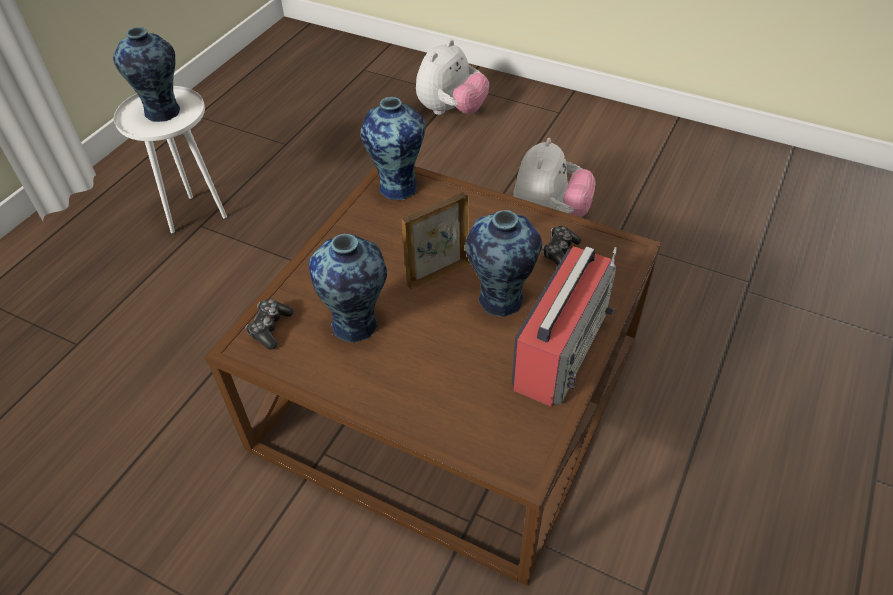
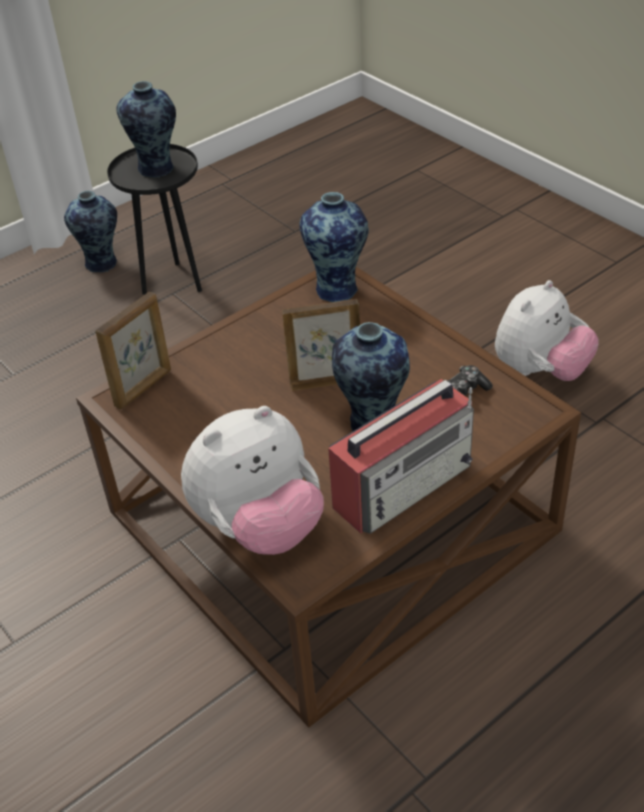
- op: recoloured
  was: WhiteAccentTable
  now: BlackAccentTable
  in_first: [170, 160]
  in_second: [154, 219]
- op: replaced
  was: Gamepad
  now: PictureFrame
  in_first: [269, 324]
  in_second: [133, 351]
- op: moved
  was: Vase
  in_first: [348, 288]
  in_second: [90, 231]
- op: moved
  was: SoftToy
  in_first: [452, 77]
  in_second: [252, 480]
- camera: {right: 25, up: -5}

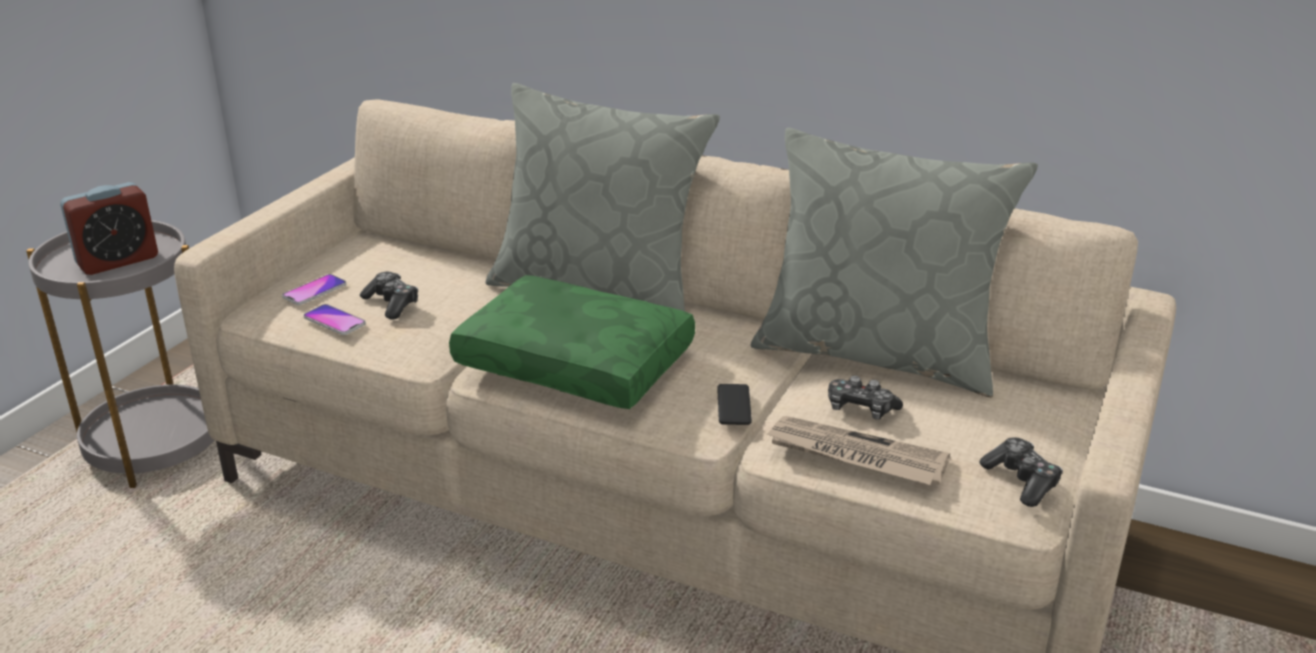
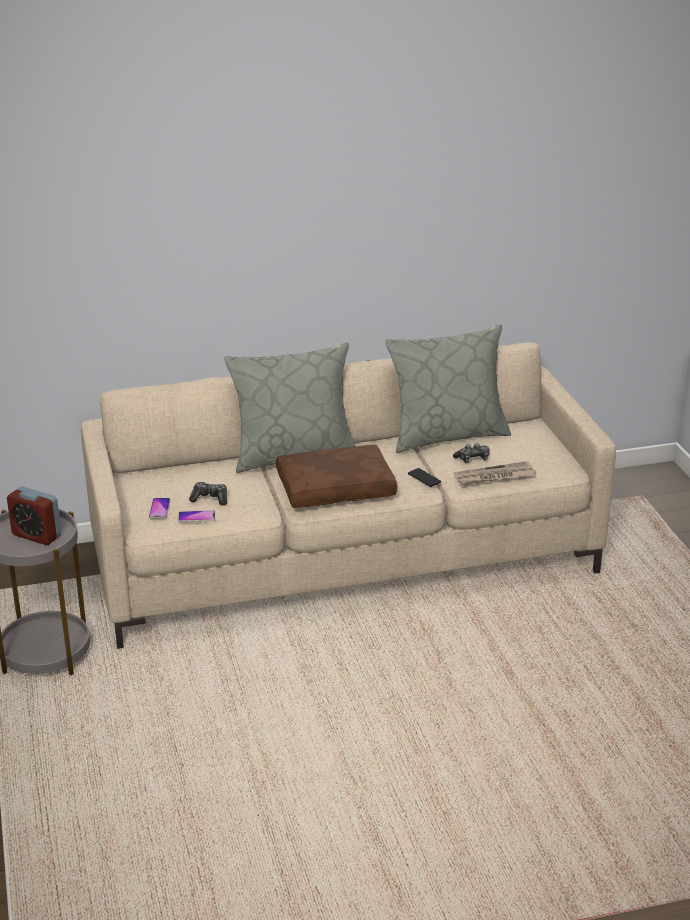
- op: turned
  was: BedsideClock
  in_first: [109, 228]
  in_second: [34, 516]
  clockwise: 105
- op: recoloured
  was: GreenColouredPillow
  now: BrownColouredPillow
  in_first: [572, 342]
  in_second: [336, 476]
- op: removed
  was: Gamepad
  in_first: [1021, 472]
- camera: {right: -40, up: 0}

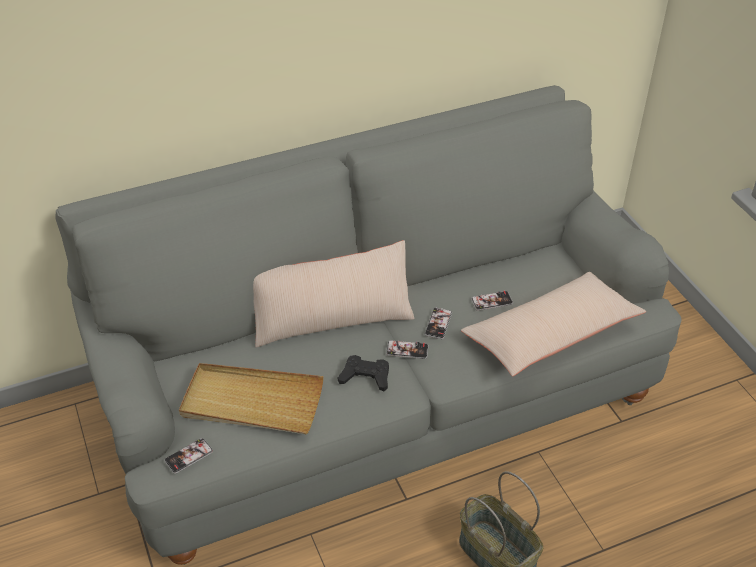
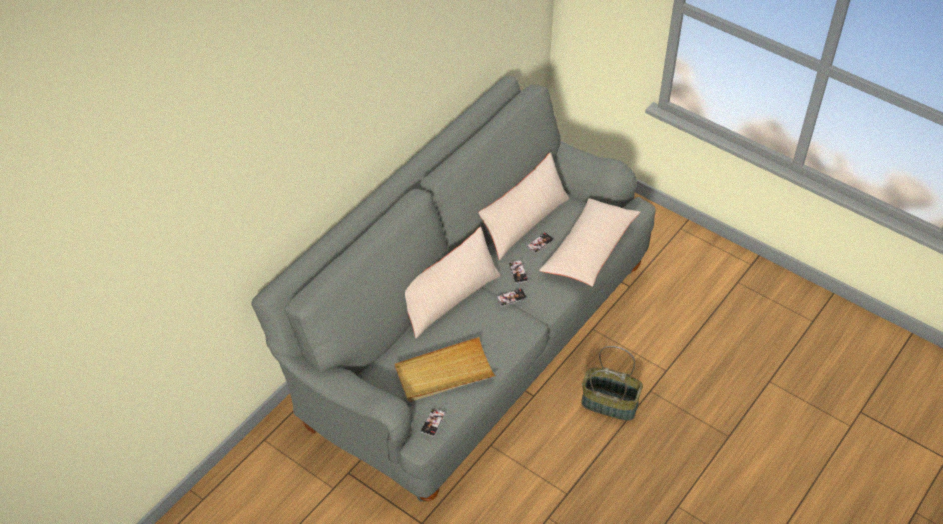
- op: removed
  was: BlackGamepad
  in_first: [363, 373]
- op: added
  now: BeigeColouredPillow
  in_second: [523, 206]
- camera: {right: -30, up: 5}

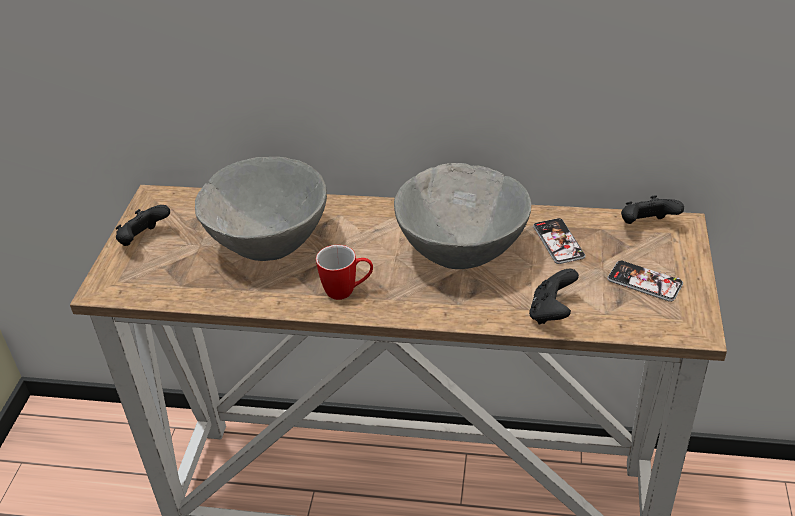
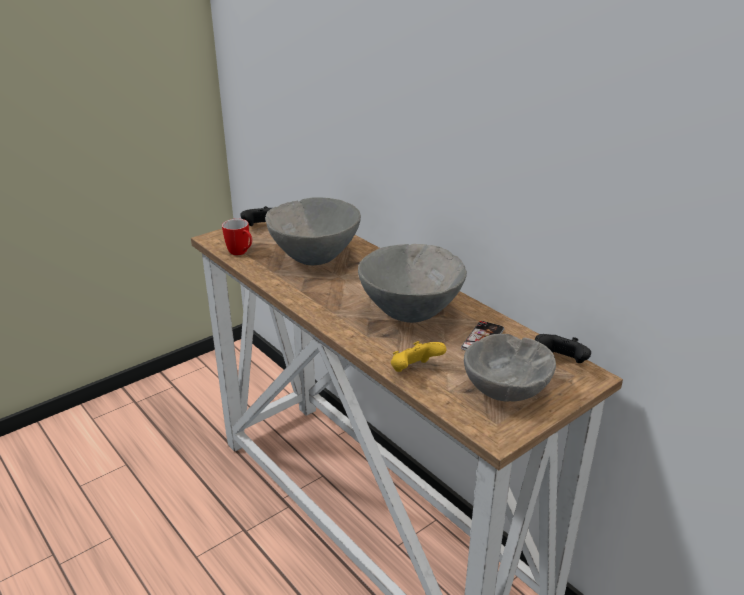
- op: moved
  was: TeaMug
  in_first: [344, 272]
  in_second: [237, 237]
- op: recoloured
  was: BlackGamepad
  now: YellowishGamepad
  in_first: [554, 296]
  in_second: [418, 356]
- op: replaced
  was: Telephone
  now: GrayDeepDish
  in_first: [645, 281]
  in_second: [510, 368]
- camera: {right: 40, up: -10}

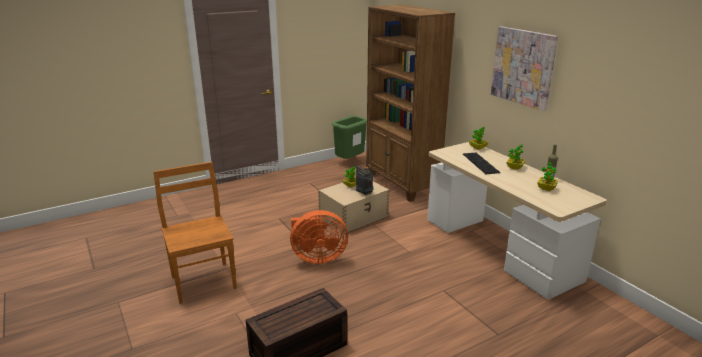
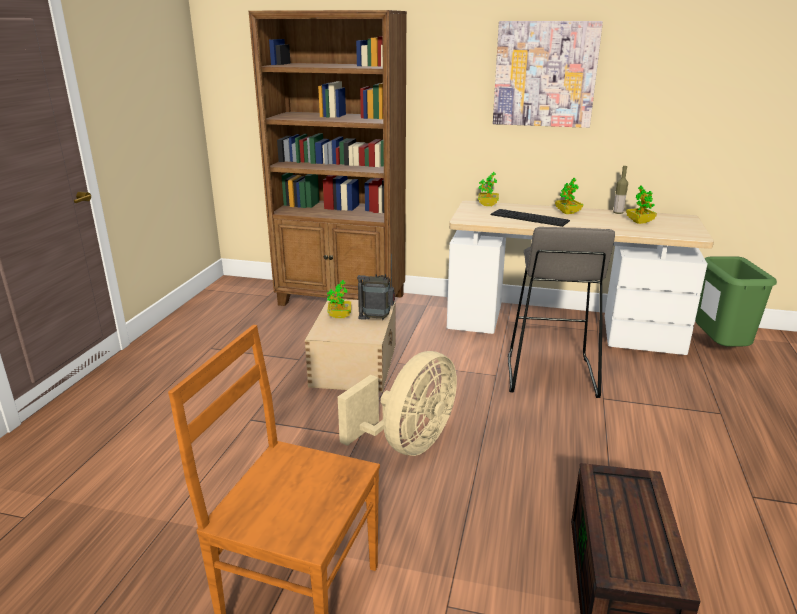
- op: recoloured
  was: OrangeColouredElectricFan
  now: BeigeColouredElectricFan
  in_first: [319, 237]
  in_second: [397, 403]
- op: moved
  was: GreenColouredTrashCan
  in_first: [349, 137]
  in_second: [736, 301]
- op: added
  now: GraySittingStool
  in_second: [561, 312]
- camera: {right: -45, up: 0}

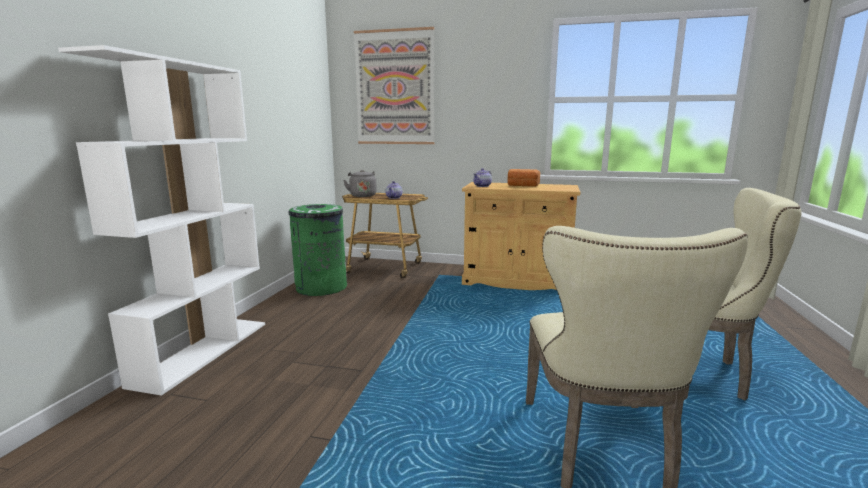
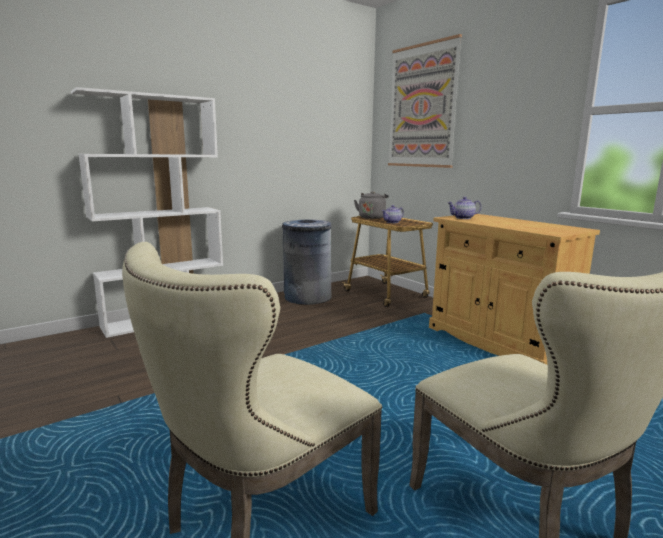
- op: recoloured
  was: GreenColouredTrashCan
  now: GrayTrashCan
  in_first: [318, 250]
  in_second: [307, 262]
- op: removed
  was: Bread
  in_first: [524, 178]
- camera: {right: 40, up: 0}

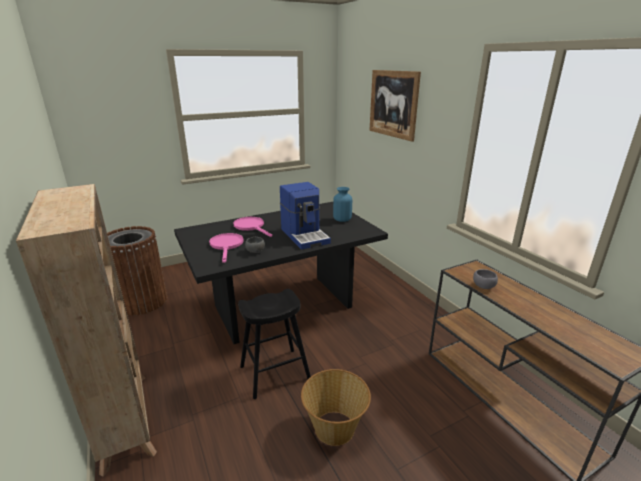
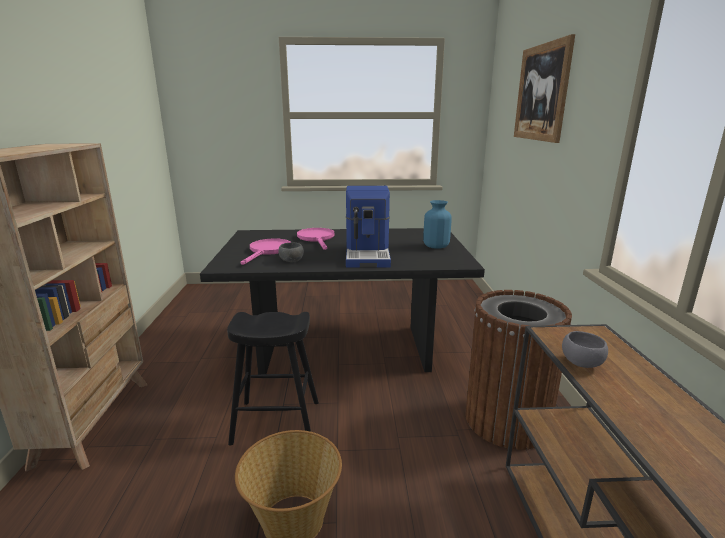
- op: moved
  was: BrownColouredTrashCan
  in_first: [137, 271]
  in_second: [518, 370]
- camera: {right: 25, up: -5}

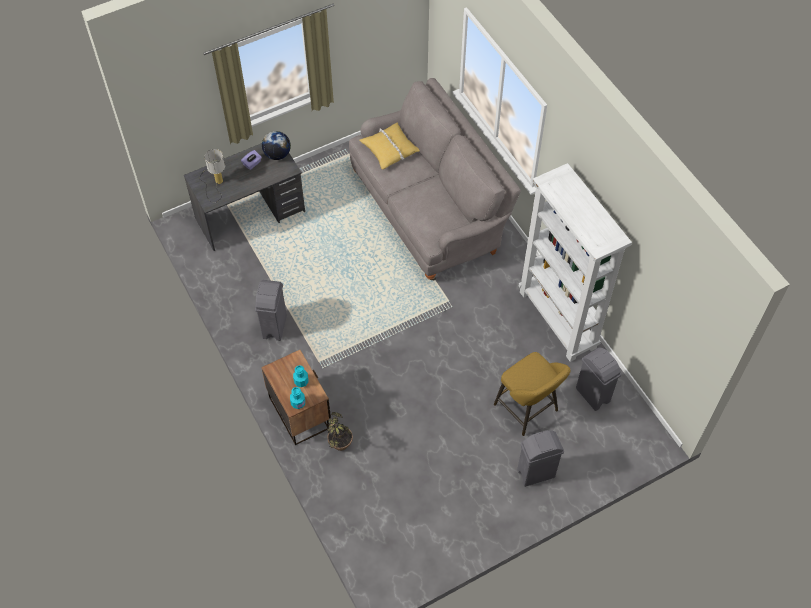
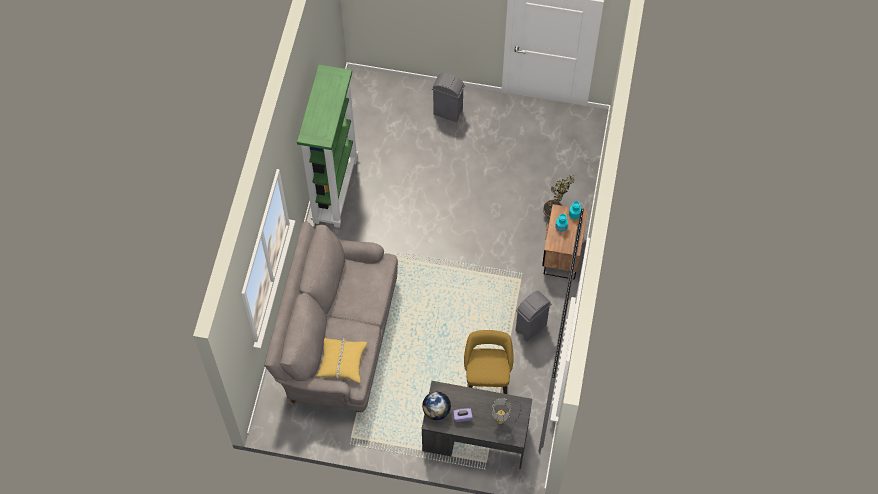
- op: moved
  was: YellowishSittingStool
  in_first: [532, 394]
  in_second: [489, 362]
- op: recoloured
  was: WhiteBookcase
  now: GreenColouredBookcase
  in_first: [575, 262]
  in_second: [327, 146]
- op: removed
  was: GrayTrashCan
  in_first: [599, 379]
- camera: {right: -140, up: 5}

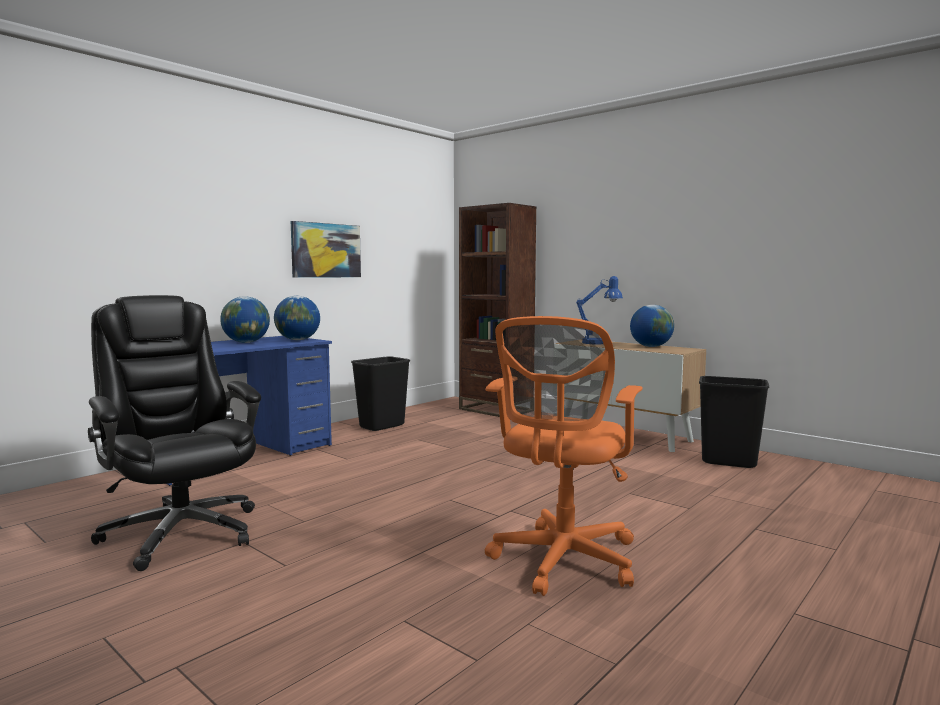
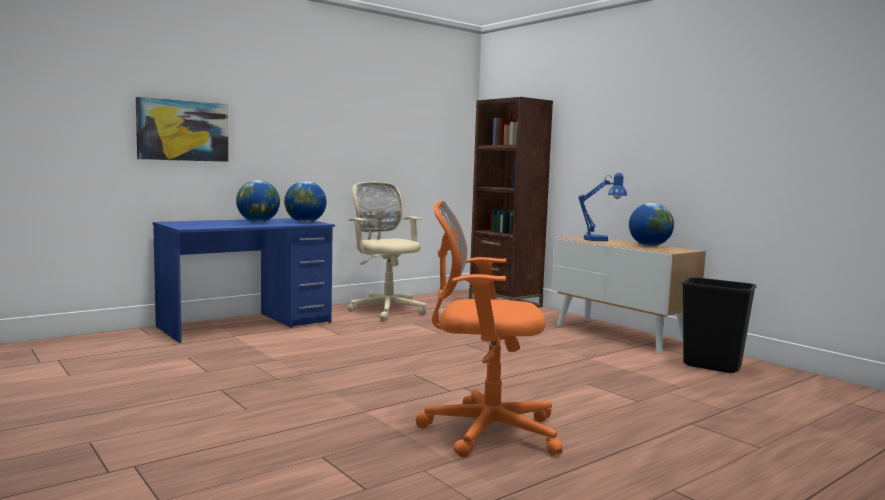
- op: removed
  was: BlackDeskChair
  in_first: [174, 433]
- op: moved
  was: WallPicture
  in_first: [326, 249]
  in_second: [182, 129]
- op: replaced
  was: BlackTrashCan
  now: BeigeColouredDeskChair
  in_first: [380, 393]
  in_second: [387, 251]
- op: turned
  was: OrangeColouredDeskChair
  in_first: [563, 456]
  in_second: [489, 329]
  clockwise: 60
- camera: {right: 10, up: 0}

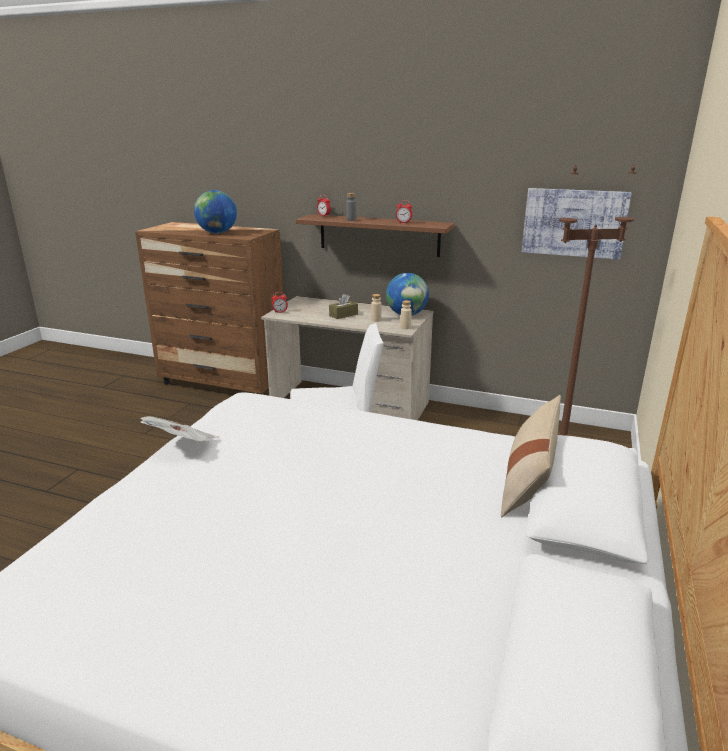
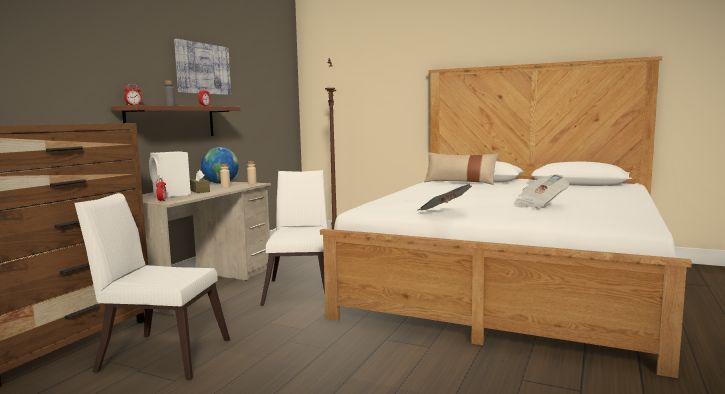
- op: removed
  was: Globe
  in_first: [215, 212]
- op: moved
  was: WallPicture
  in_first: [577, 223]
  in_second: [202, 67]
- op: added
  now: WhitePlainChair
  in_second: [152, 286]
- op: added
  now: WhiteLoudspeaker
  in_second: [170, 174]
- op: added
  now: DailyPaper
  in_second: [541, 191]
- camera: {right: -85, up: -15}

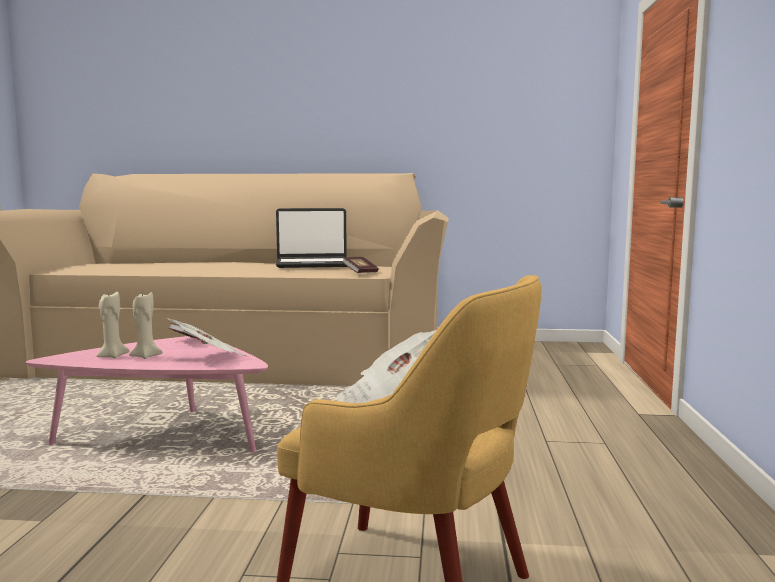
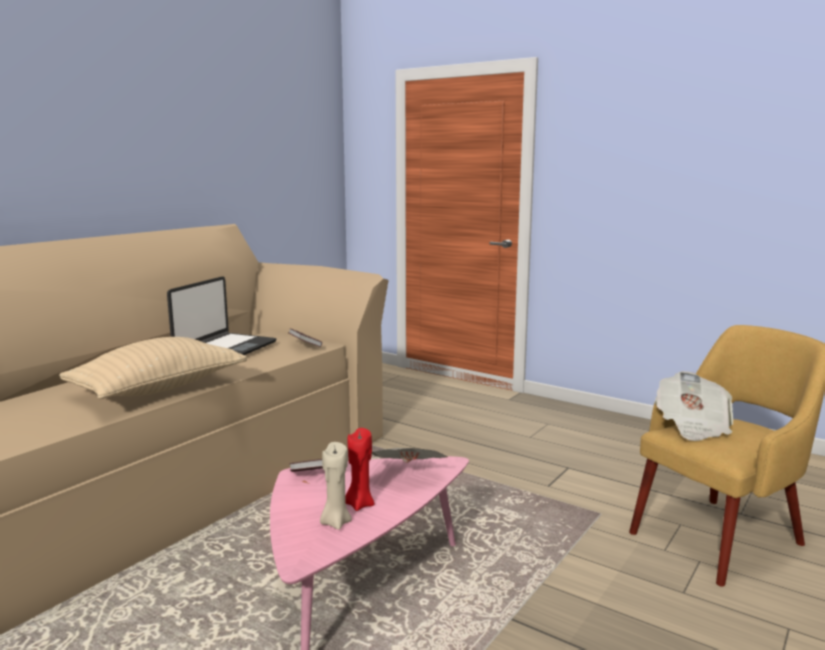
- op: recoloured
  was: BeigeColouredWaxLight
  now: RedColouredWaxLight
  in_first: [146, 325]
  in_second: [359, 469]
- op: added
  now: BeigeColouredPillow
  in_second: [153, 368]
- camera: {right: -60, up: 5}

